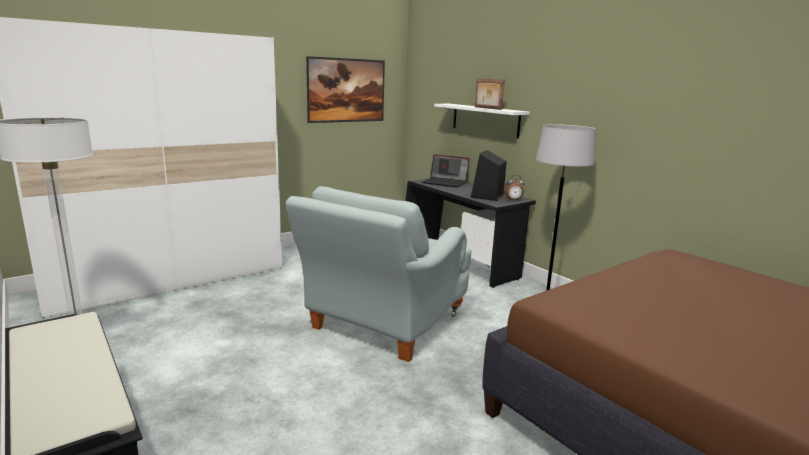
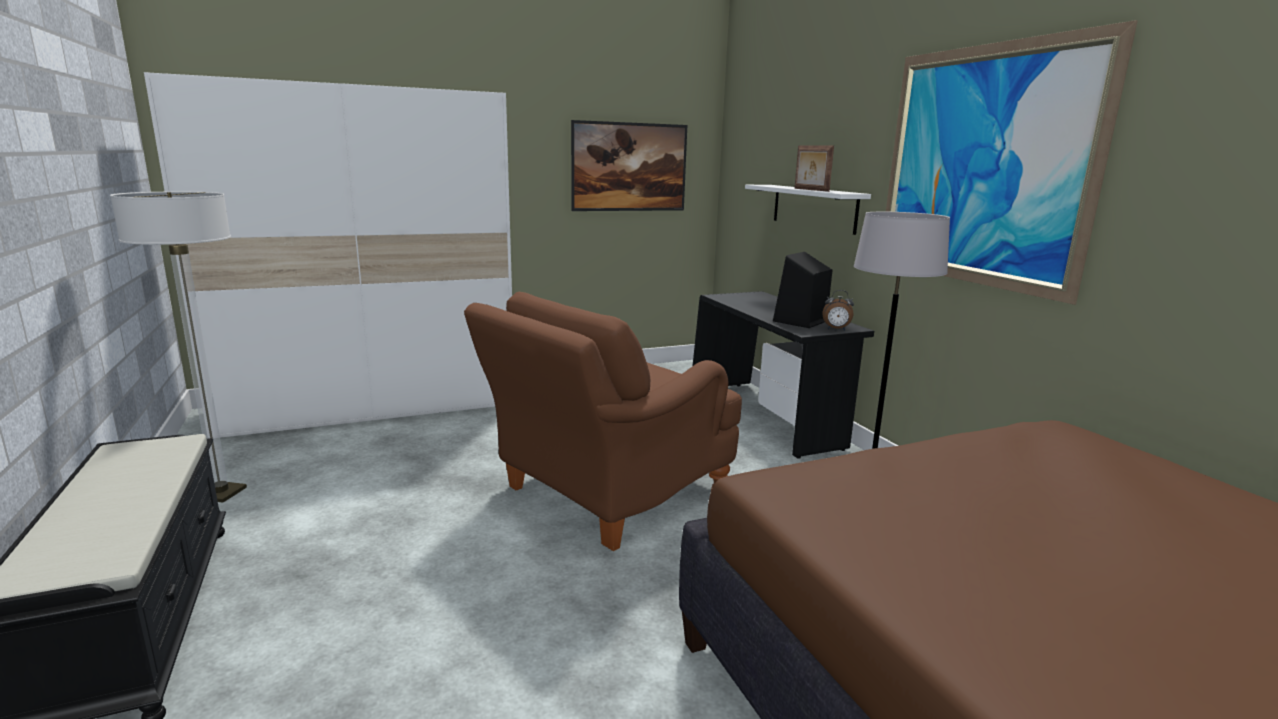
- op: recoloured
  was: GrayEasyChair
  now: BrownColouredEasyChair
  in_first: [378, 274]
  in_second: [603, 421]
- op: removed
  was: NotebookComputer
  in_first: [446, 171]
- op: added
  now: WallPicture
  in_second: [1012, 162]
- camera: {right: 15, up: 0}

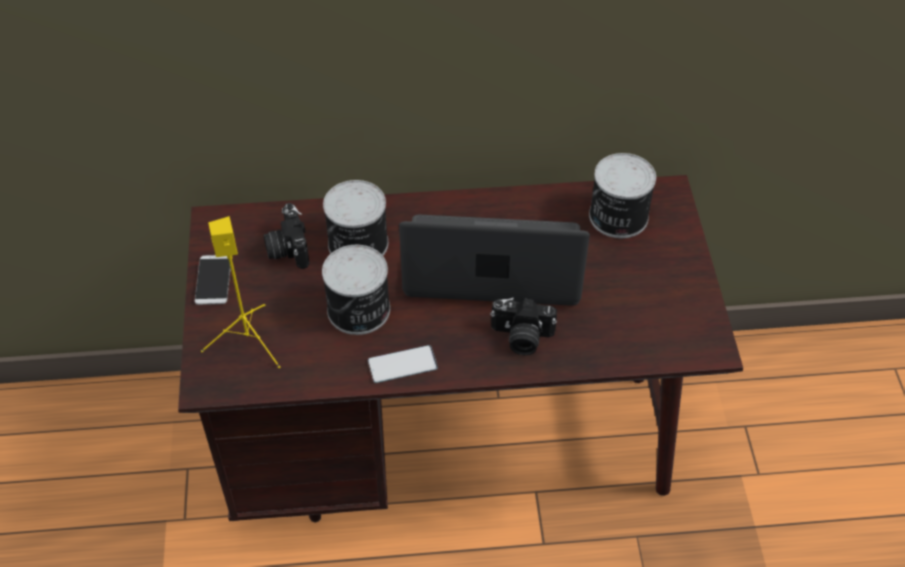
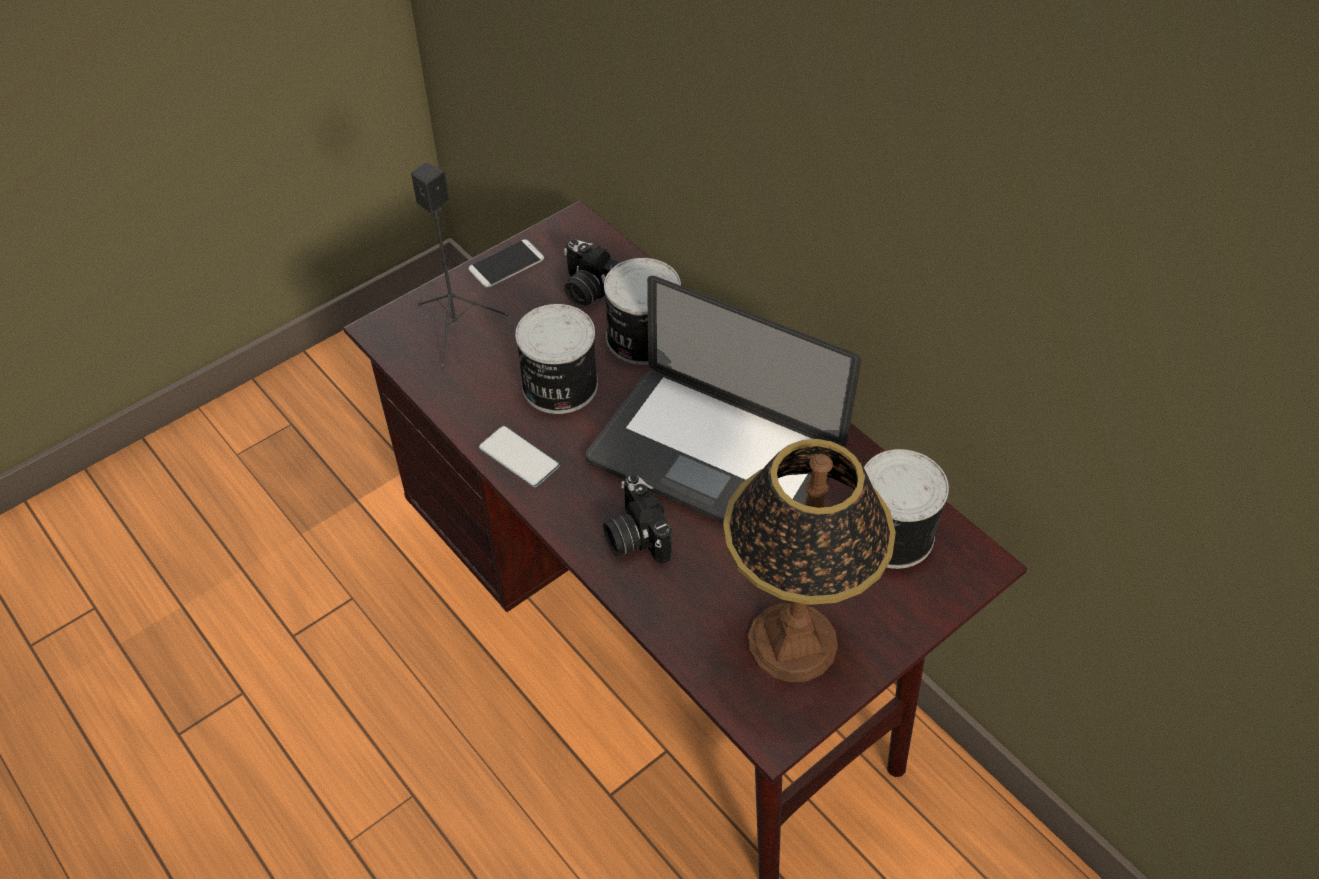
- op: recoloured
  was: YellowishLoudspeaker
  now: BlackLoudspeaker
  in_first: [240, 292]
  in_second: [459, 265]
- op: turned
  was: StillCamera
  in_first: [287, 236]
  in_second: [591, 273]
  clockwise: -90
- op: turned
  was: NotebookComputer
  in_first: [494, 260]
  in_second: [723, 399]
  clockwise: 150
- op: added
  now: TabletopLamp
  in_second: [809, 560]
- camera: {right: 55, up: 0}

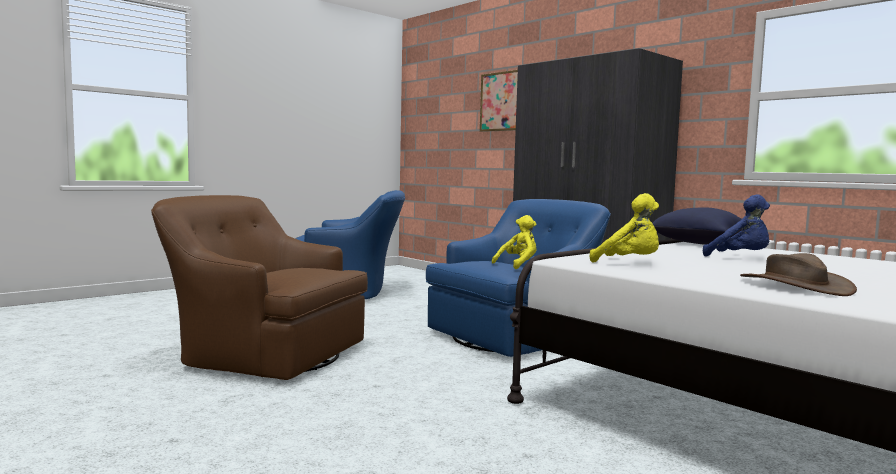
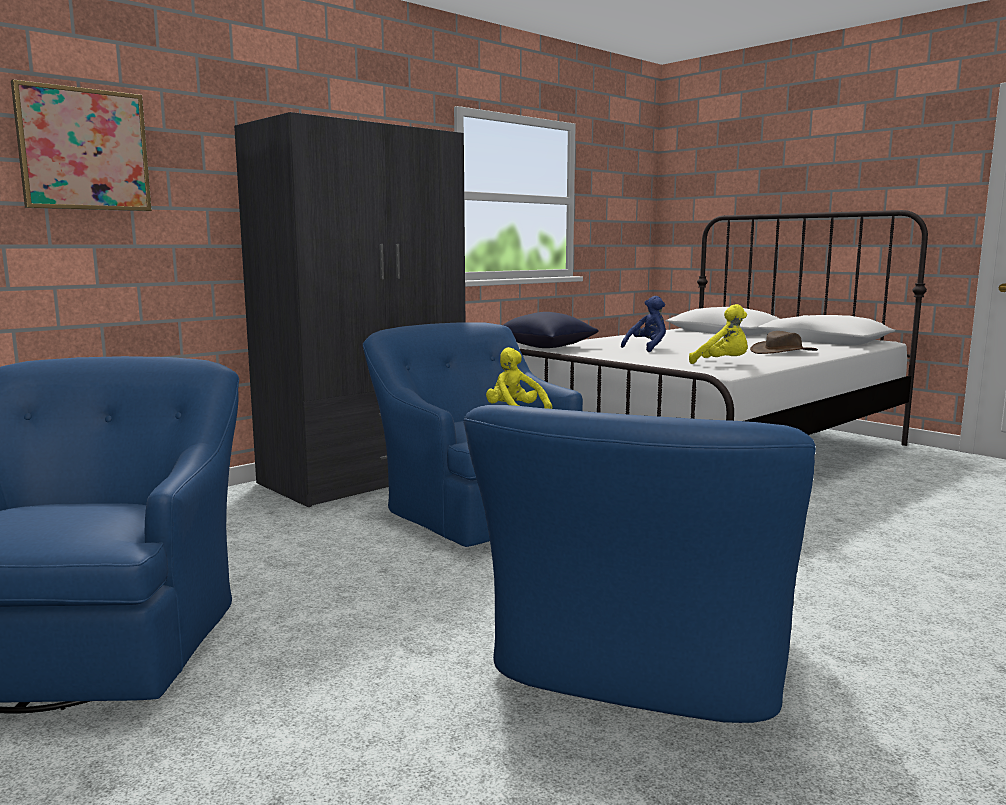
- op: recoloured
  was: BrownColouredEasyChair
  now: BlueColouredEasyChair
  in_first: [259, 287]
  in_second: [639, 564]
- op: turned
  was: YellowishSoftToy
  in_first: [624, 228]
  in_second: [718, 334]
  clockwise: 90
- camera: {right: -90, up: 5}

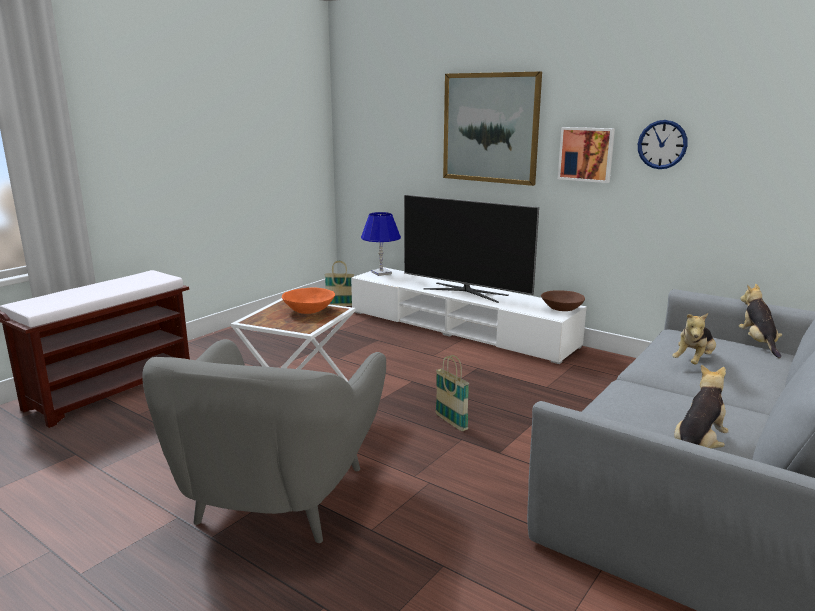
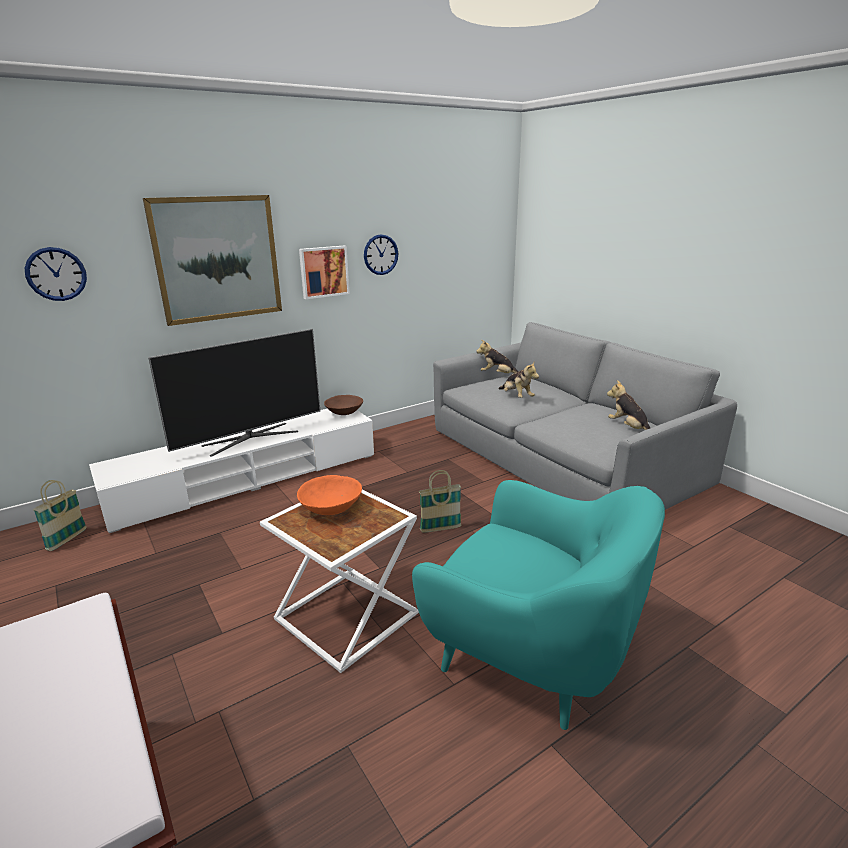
- op: recoloured
  was: GrayEasyChair
  now: BlueGreenEasyChair
  in_first: [264, 441]
  in_second: [538, 605]
- op: removed
  was: BlueColouredTabletopLamp
  in_first: [381, 244]
- op: added
  now: HangingClock
  in_second: [55, 274]
- camera: {right: -70, up: 5}

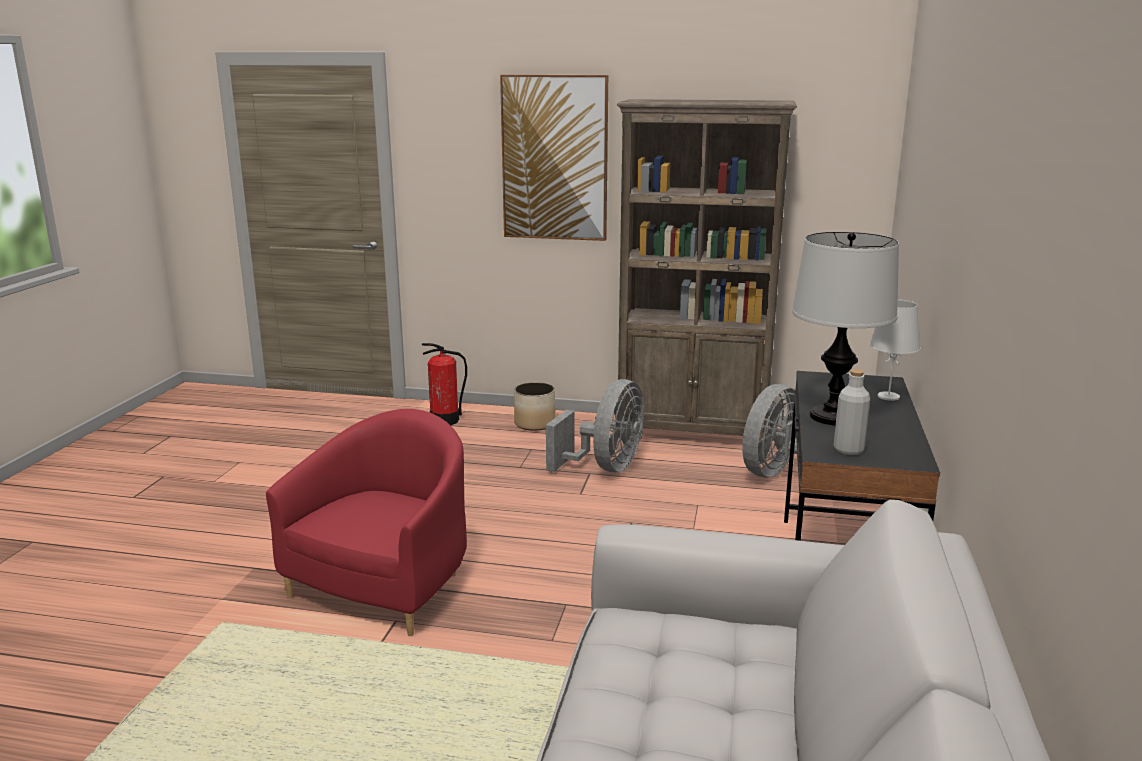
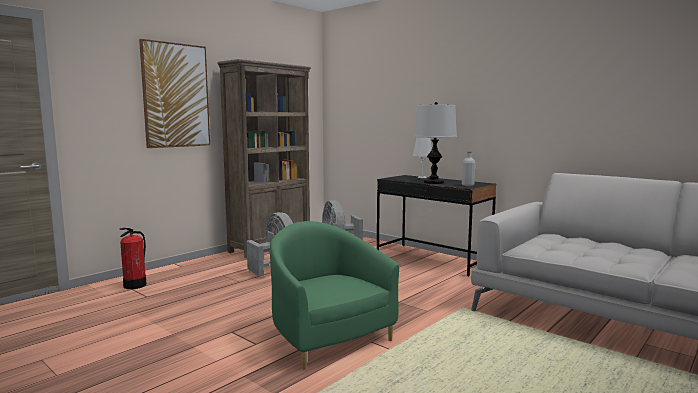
- op: recoloured
  was: RedColouredEasyChair
  now: GreenColouredEasyChair
  in_first: [366, 522]
  in_second: [334, 295]
- op: removed
  was: PlantPot
  in_first: [535, 406]
- camera: {right: -60, up: -10}

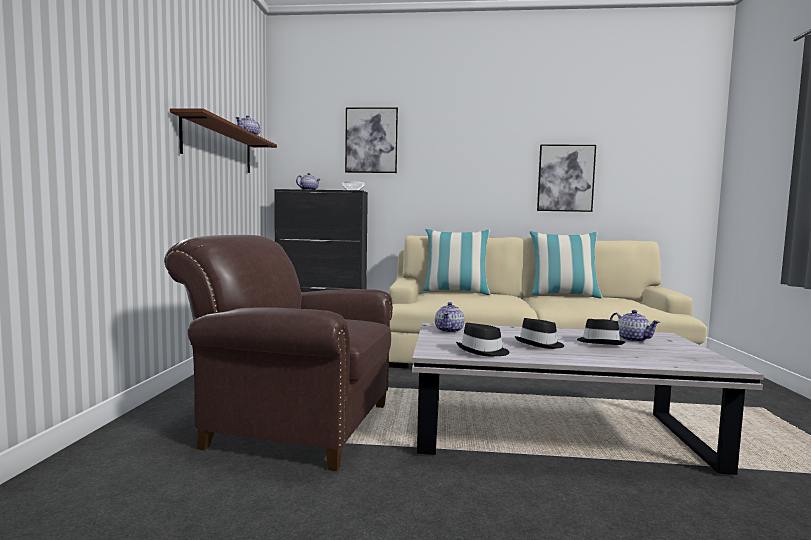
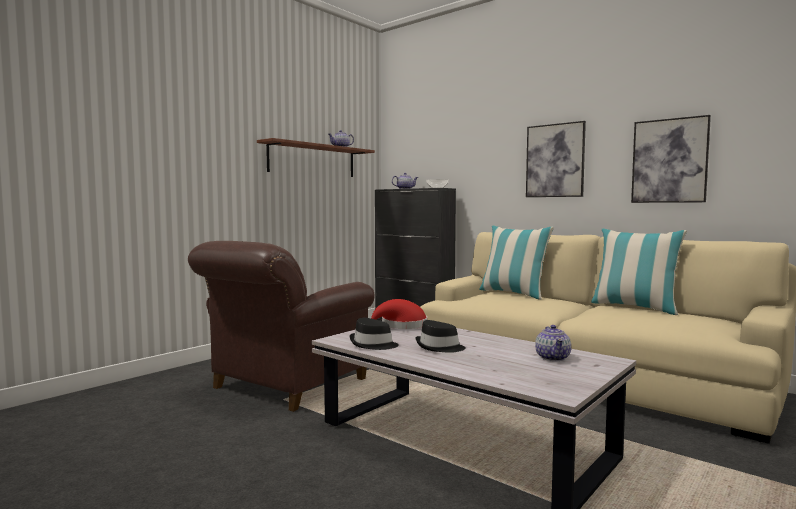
- op: turned
  was: BrownColouredEasyChair
  in_first: [278, 353]
  in_second: [281, 326]
  clockwise: -105
- op: moved
  was: WallPicture
  in_first: [371, 140]
  in_second: [556, 159]
- op: replaced
  was: TeaPot
  now: RedColouredWearableHat
  in_first: [449, 317]
  in_second: [399, 314]
- op: removed
  was: BlackWearableHat
  in_first: [601, 332]
- camera: {right: 35, up: 0}

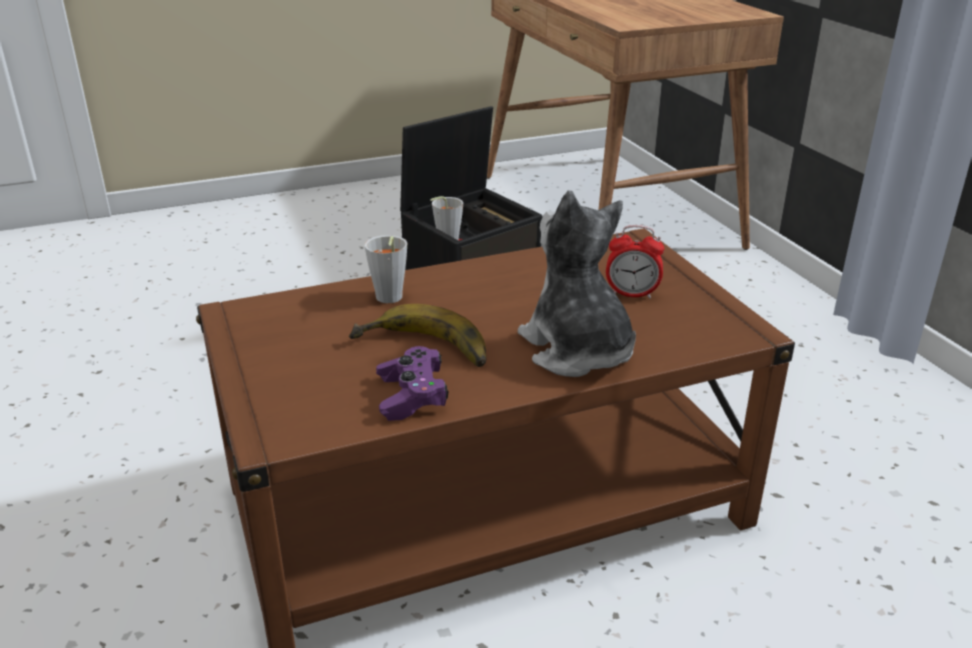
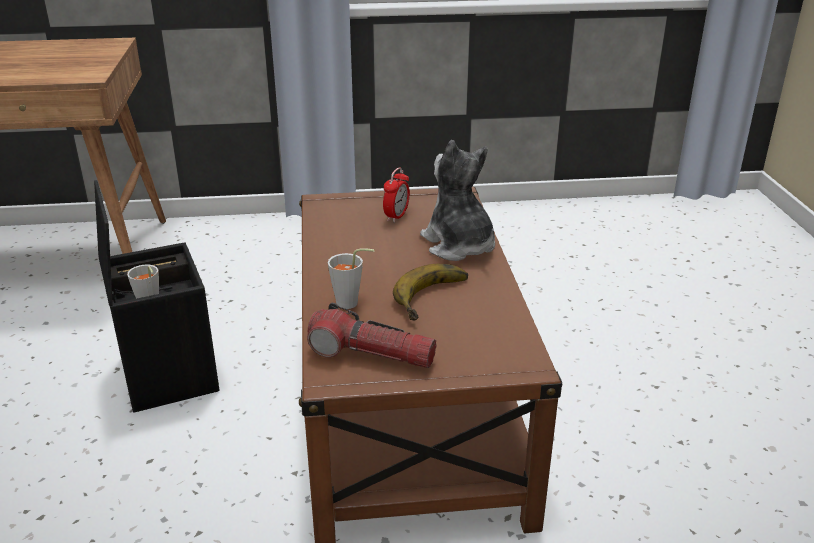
- op: removed
  was: PurpleGamepad
  in_first: [412, 383]
- op: turned
  was: SoftToy
  in_first: [577, 283]
  in_second: [457, 200]
  clockwise: 75
- op: added
  now: HandTorch
  in_second: [372, 335]
- camera: {right: -75, up: 0}

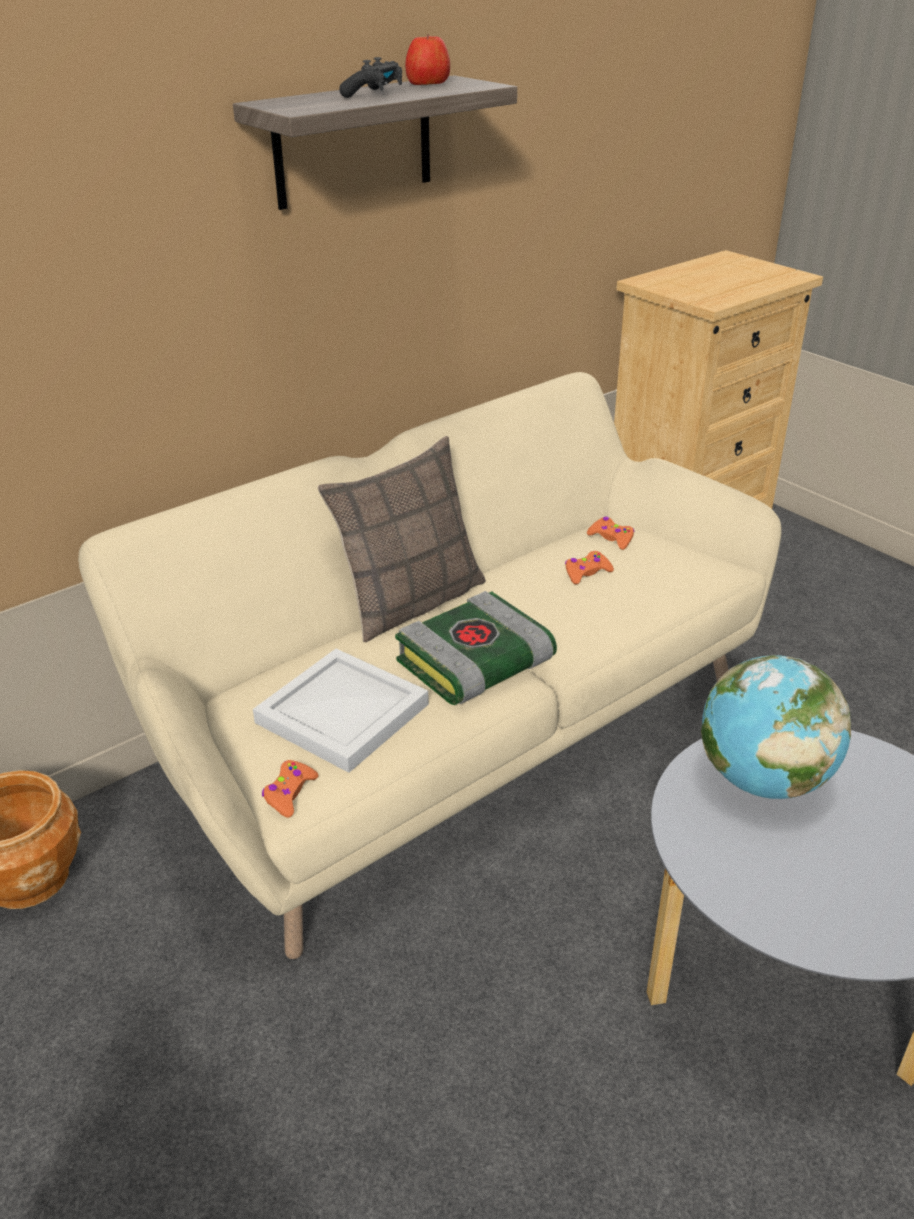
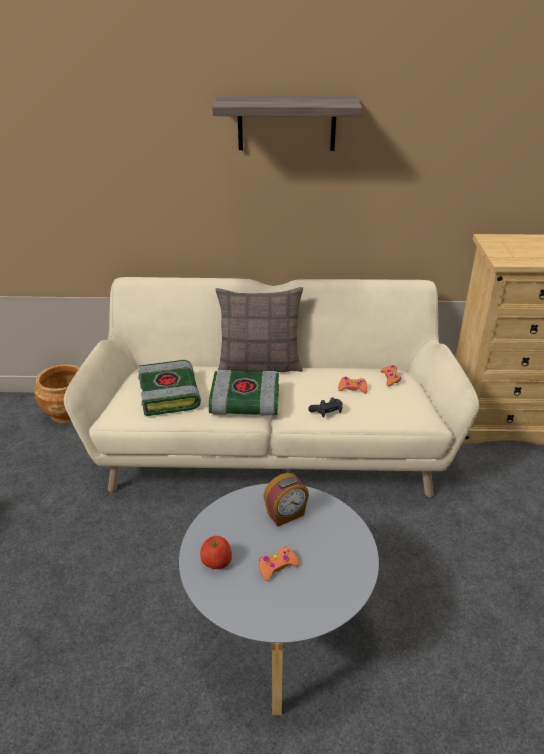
- op: replaced
  was: WhiteCarryingTray
  now: BoundBook
  in_first: [341, 711]
  in_second: [169, 388]
- op: moved
  was: OrangeColouredGamepad
  in_first: [290, 789]
  in_second: [279, 563]
- op: moved
  was: BlackGamepad
  in_first: [370, 77]
  in_second: [325, 407]
- op: moved
  was: AppleFruit
  in_first: [427, 59]
  in_second: [216, 552]
- op: replaced
  was: Globe
  now: BedsideClock
  in_first: [776, 727]
  in_second: [286, 500]
- camera: {right: 40, up: 0}

